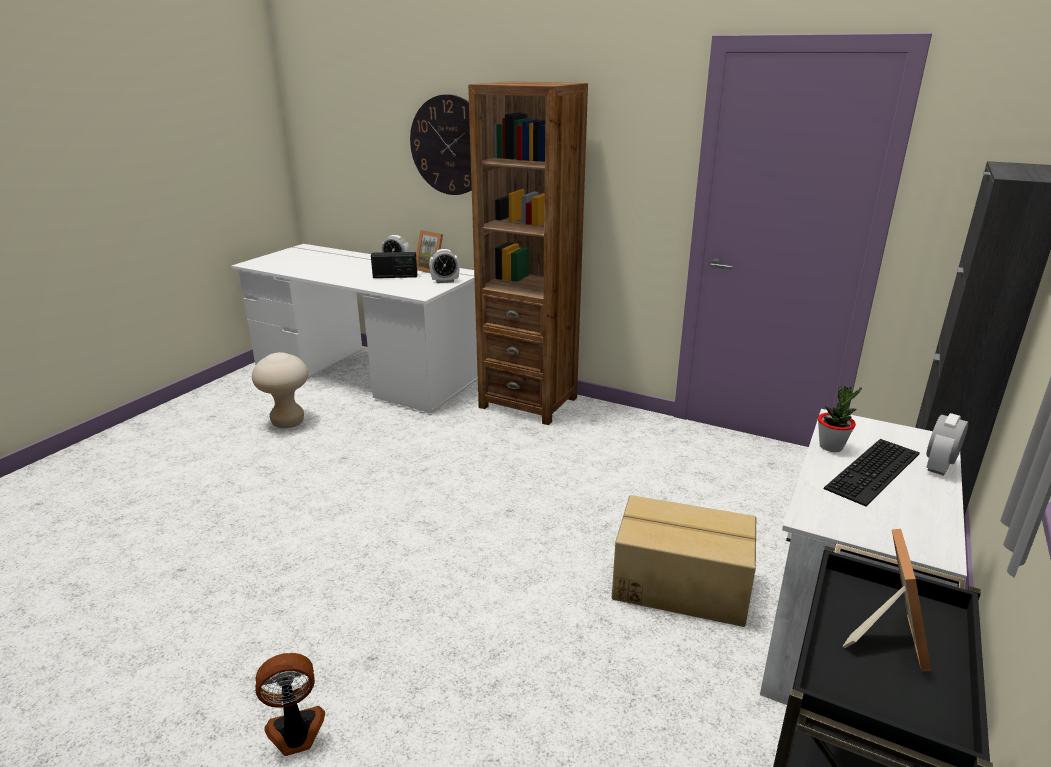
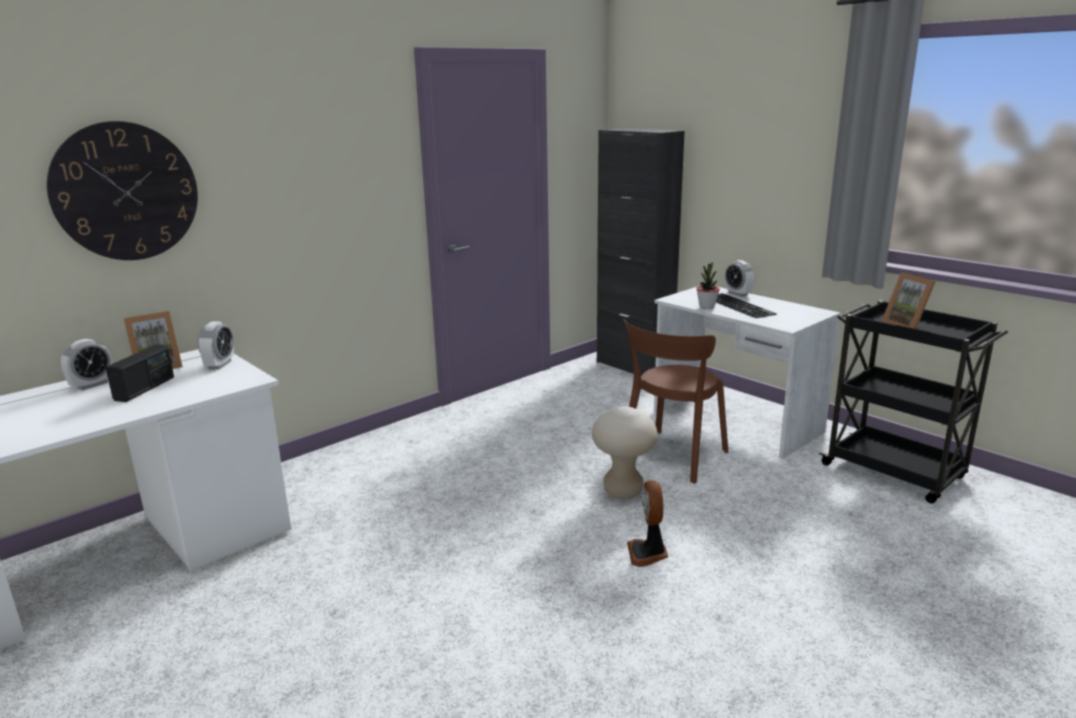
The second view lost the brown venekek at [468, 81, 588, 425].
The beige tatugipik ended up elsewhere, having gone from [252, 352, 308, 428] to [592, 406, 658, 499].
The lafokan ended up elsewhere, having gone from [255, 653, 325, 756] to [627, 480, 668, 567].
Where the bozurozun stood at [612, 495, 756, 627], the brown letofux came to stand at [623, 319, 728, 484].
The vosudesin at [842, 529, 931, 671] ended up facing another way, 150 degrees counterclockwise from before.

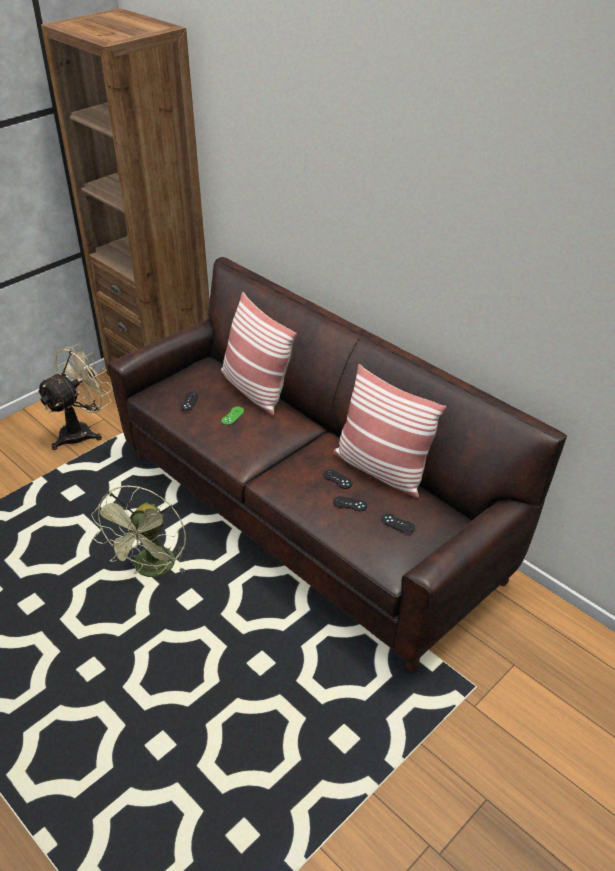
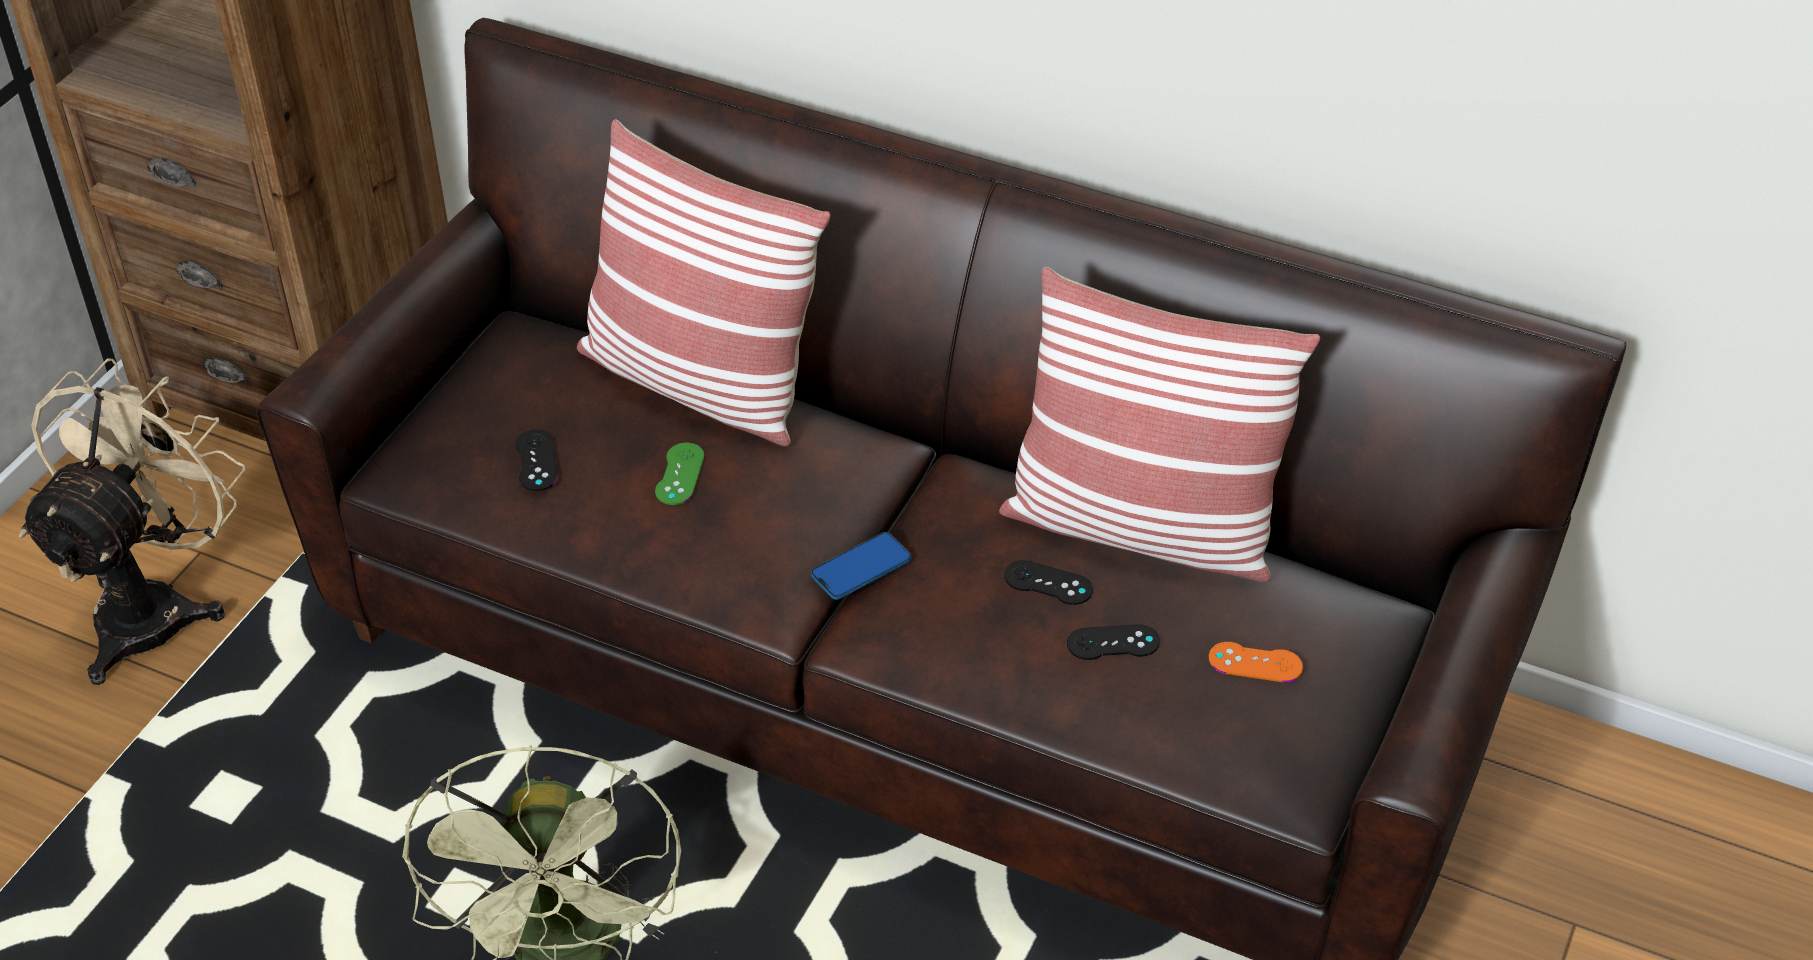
The second view gained the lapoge at [811, 532, 911, 600].
What was the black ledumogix at [381, 514, 415, 533] turned into the orange ledumogix at [1209, 642, 1303, 682].

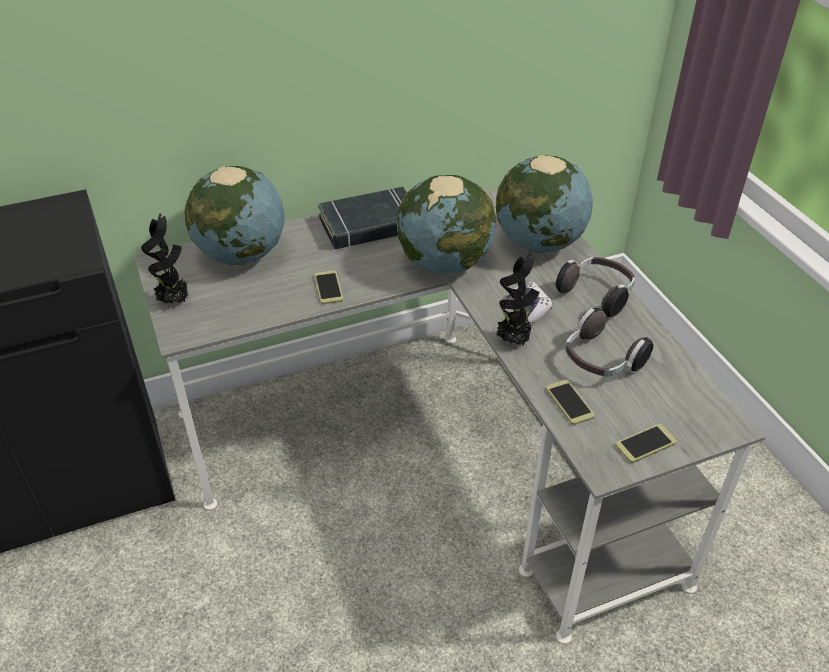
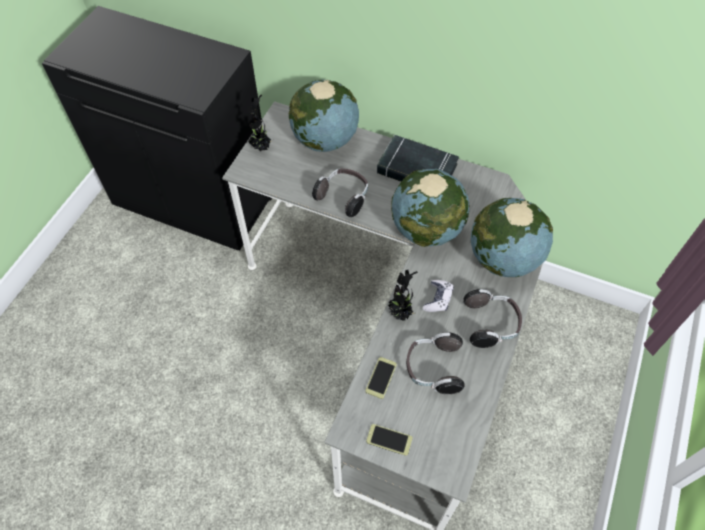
Where the lapoge stood at [314, 270, 343, 304], the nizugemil came to stand at [312, 168, 368, 217].

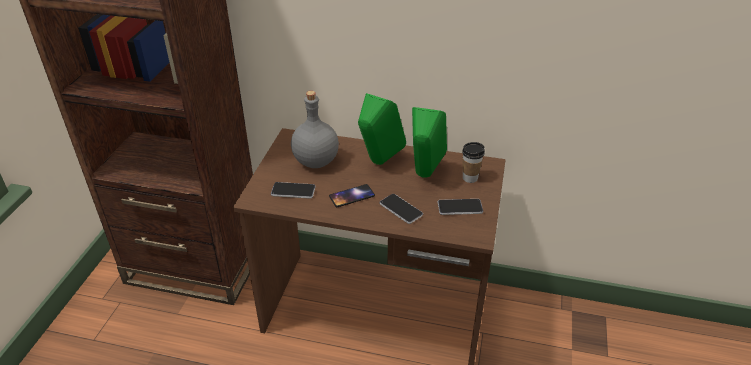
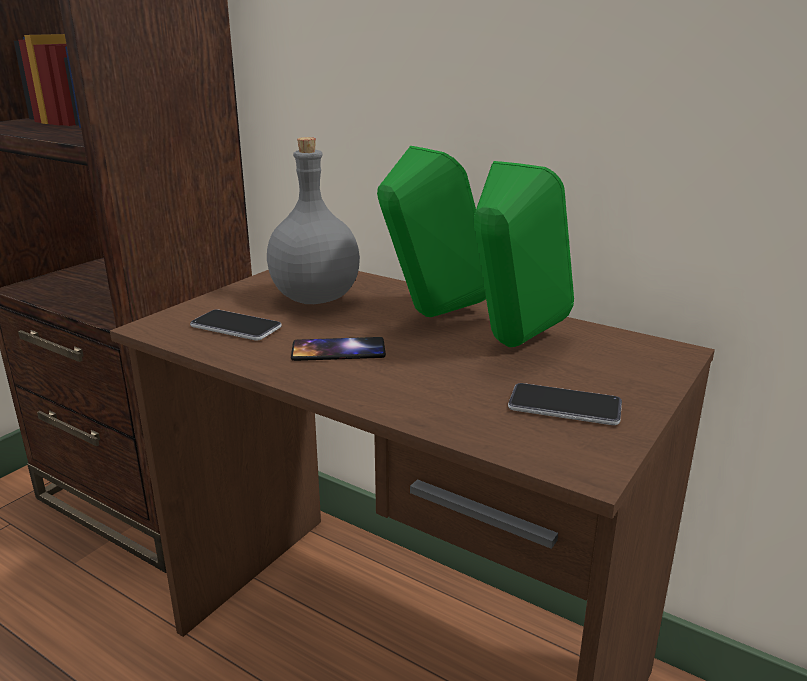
The second view lost the lapoge at [379, 194, 423, 224].
The second view lost the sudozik at [462, 142, 485, 183].

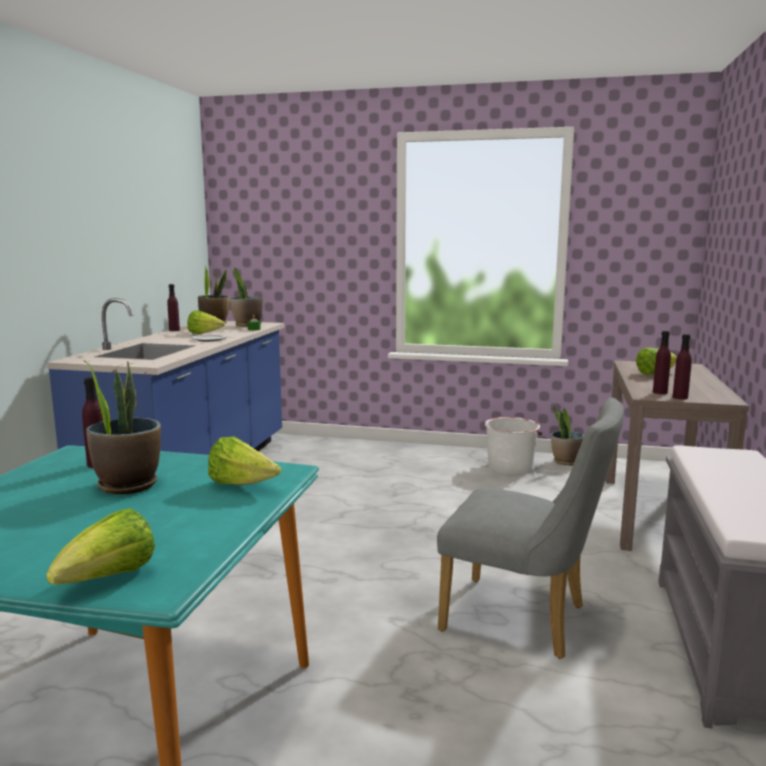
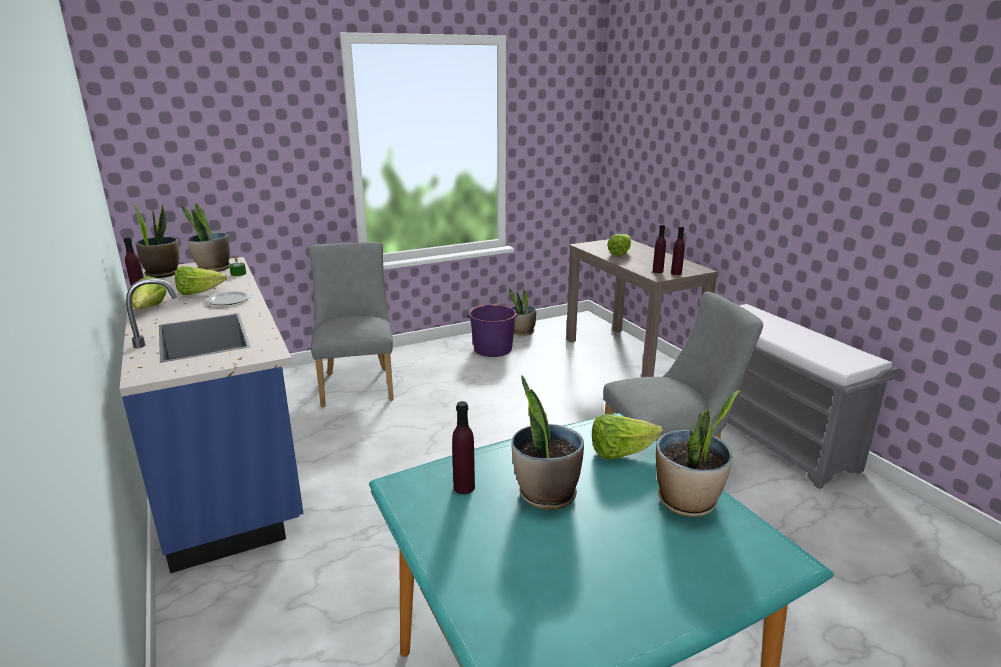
The second view gained the grey letofux at [308, 242, 394, 407].
The second view gained the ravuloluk at [656, 390, 741, 517].
The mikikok ended up elsewhere, having gone from [46, 508, 155, 585] to [132, 276, 167, 309].
What was the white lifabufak at [485, 417, 542, 475] turned into the purple lifabufak at [467, 305, 518, 357].

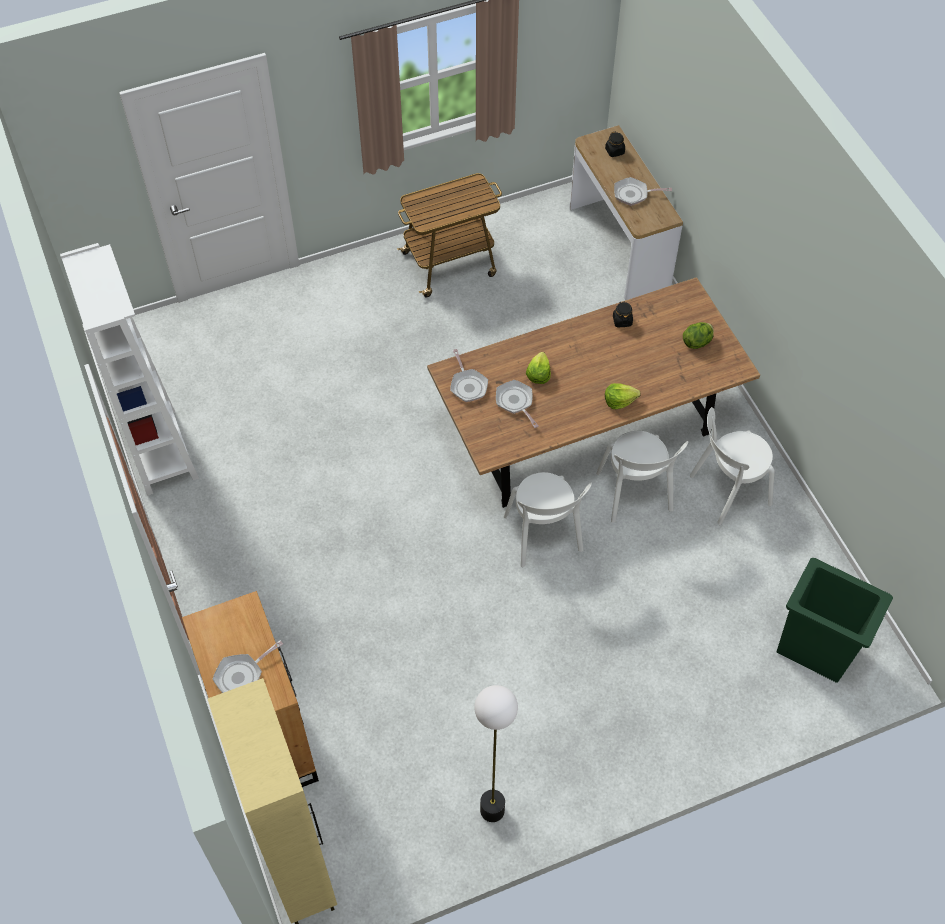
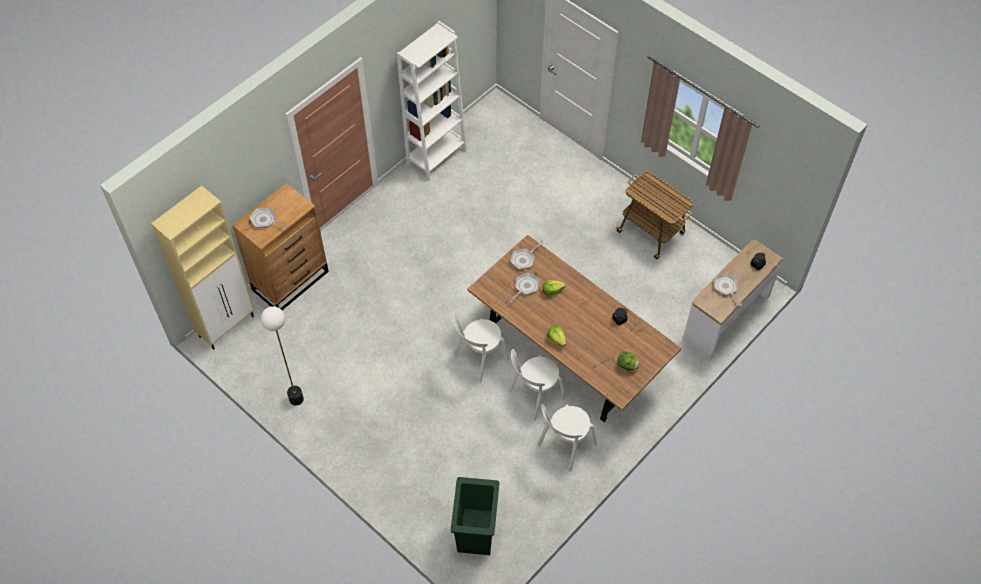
The white letofux at [690, 407, 775, 525] ended up facing another way, 90 degrees counterclockwise from before.

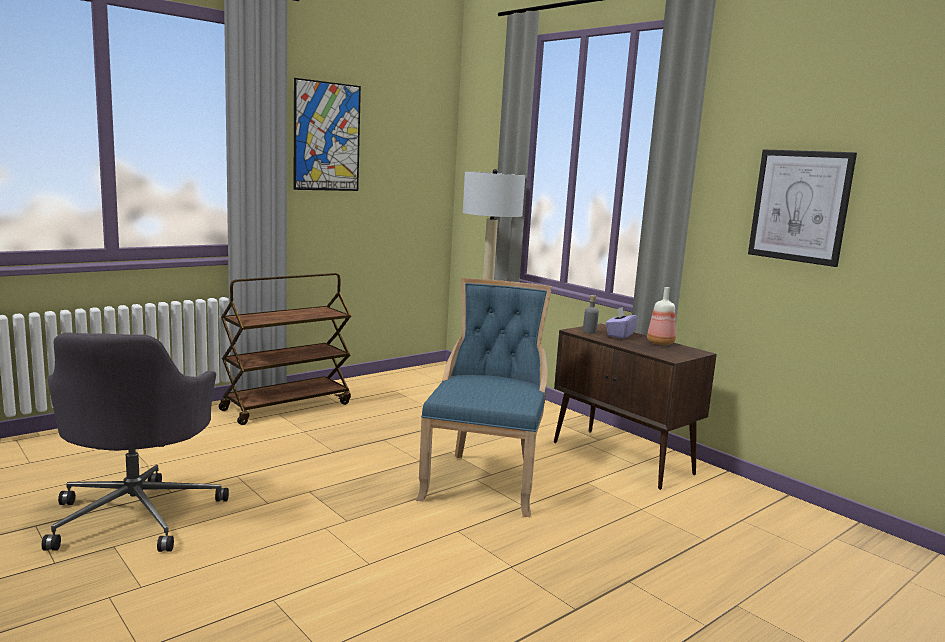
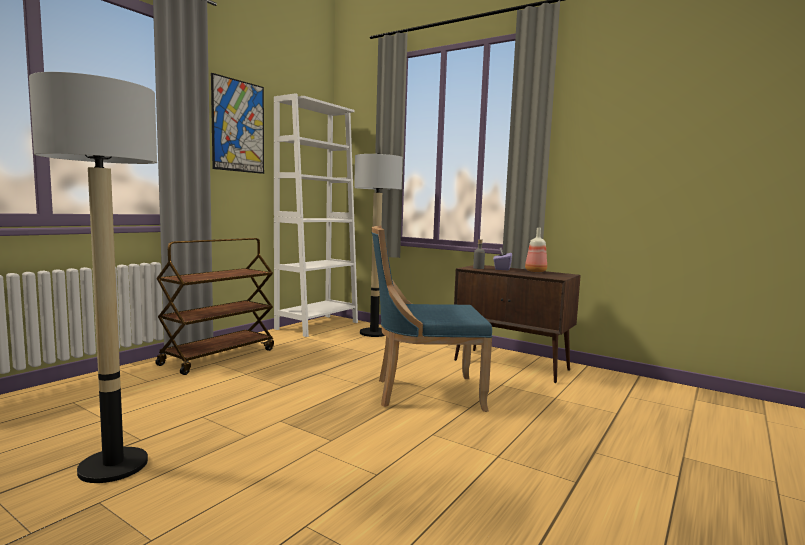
The second view lost the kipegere at [748, 149, 857, 267].
The second view gained the white venekek at [274, 93, 358, 337].
Where the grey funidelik stood at [42, 332, 229, 552], the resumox came to stand at [29, 72, 157, 483].
The blue letofux at [416, 278, 552, 517] ended up facing another way, 90 degrees counterclockwise from before.

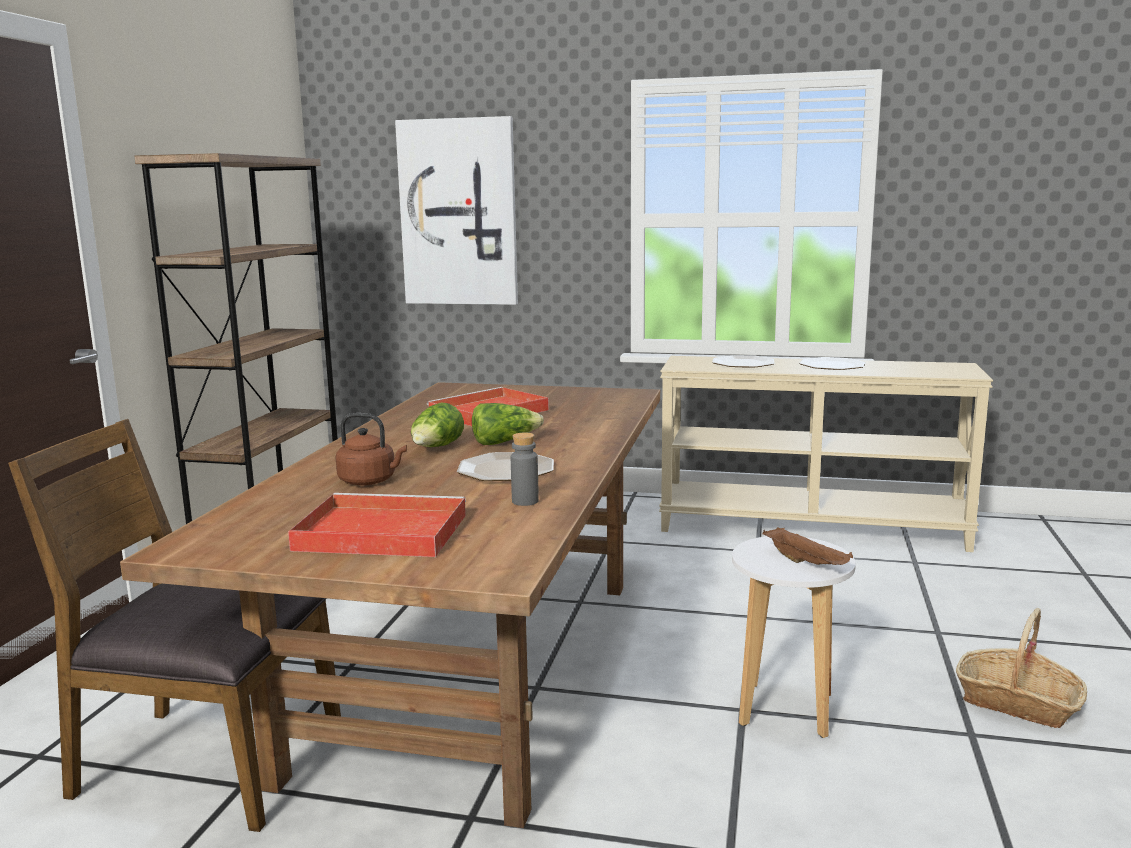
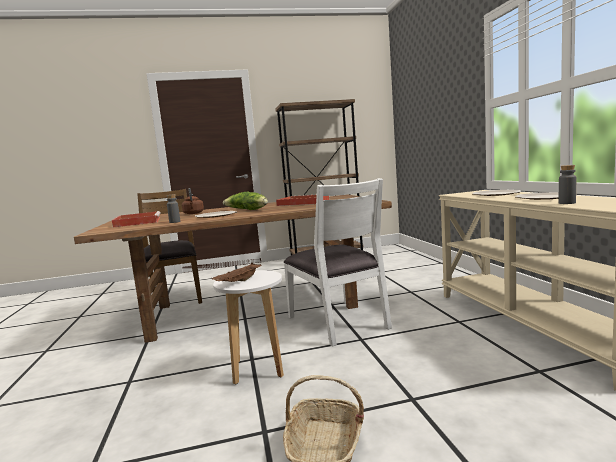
The second view lost the kipegere at [395, 116, 518, 305].
The second view gained the white letofux at [284, 178, 392, 347].
The second view gained the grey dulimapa at [559, 165, 576, 204].

